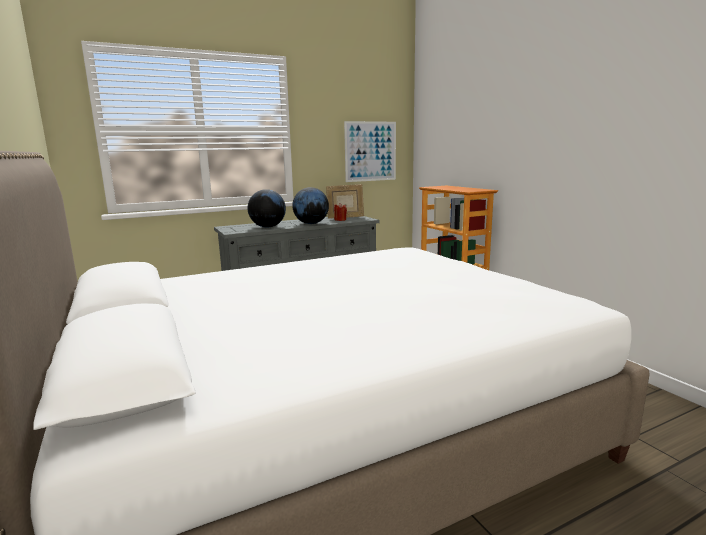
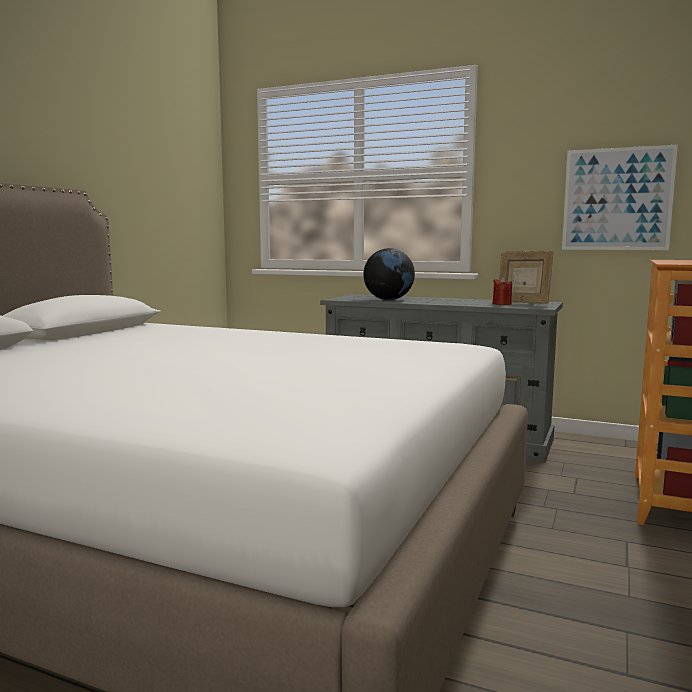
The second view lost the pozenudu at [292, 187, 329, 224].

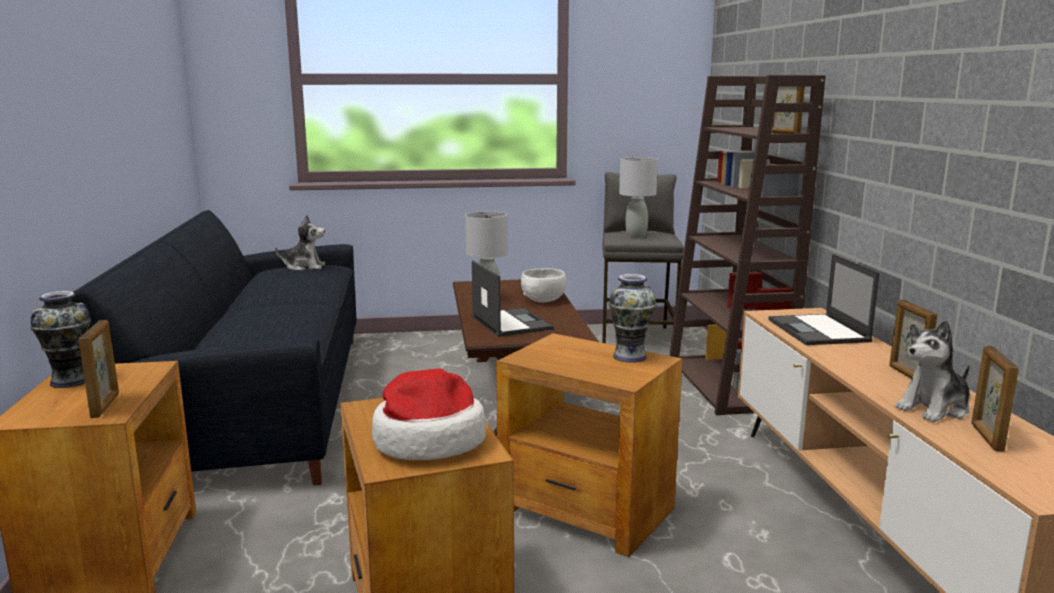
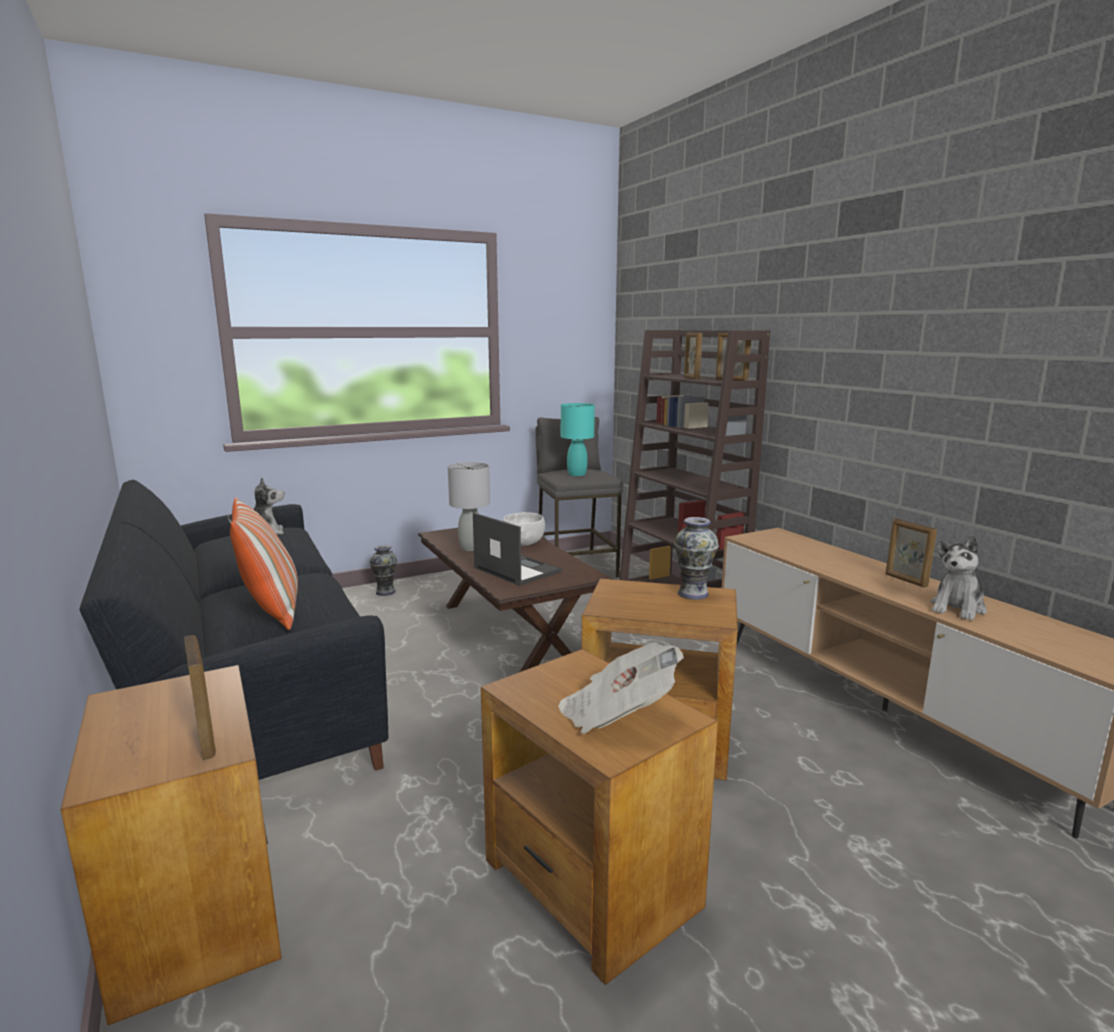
The second view lost the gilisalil at [768, 254, 880, 345].
The second view gained the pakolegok at [230, 497, 298, 630].
The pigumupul ended up elsewhere, having gone from [30, 291, 91, 388] to [369, 545, 397, 596].
The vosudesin ended up elsewhere, having gone from [971, 346, 1019, 452] to [684, 333, 702, 380].
Where the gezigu stood at [372, 369, 486, 460], the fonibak came to stand at [558, 642, 684, 734].
What was the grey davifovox at [619, 157, 658, 237] turned into the turquoise davifovox at [561, 403, 595, 476].

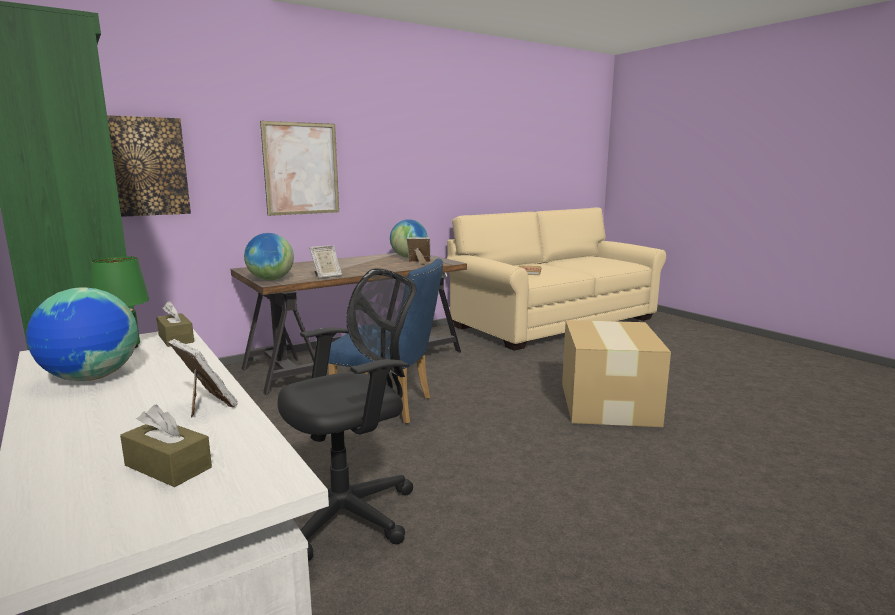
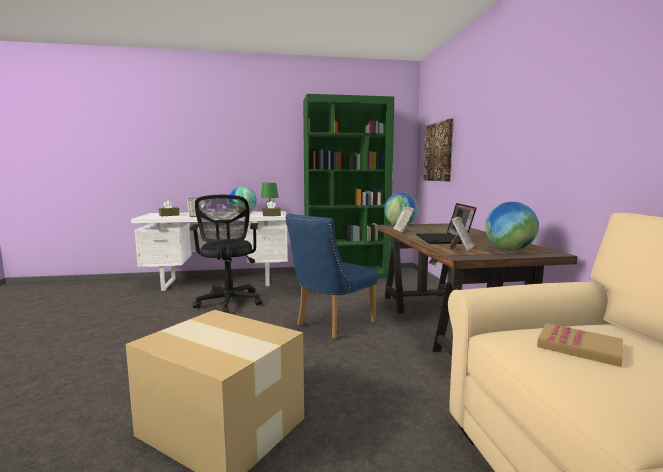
The second view lost the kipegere at [260, 121, 339, 216].
The second view gained the gilisalil at [416, 203, 476, 244].

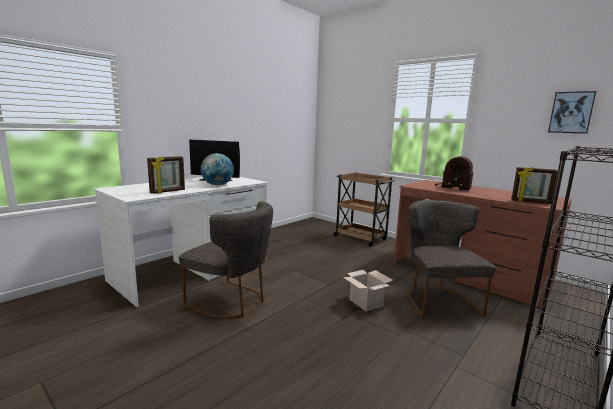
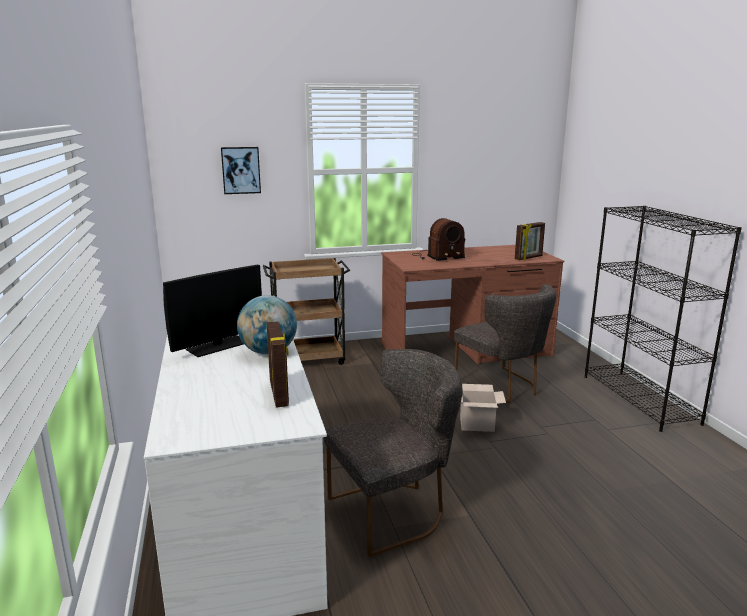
The kipegere ended up elsewhere, having gone from [548, 91, 596, 134] to [221, 147, 261, 194].
The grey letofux at [407, 200, 496, 318] ended up facing another way, 150 degrees counterclockwise from before.

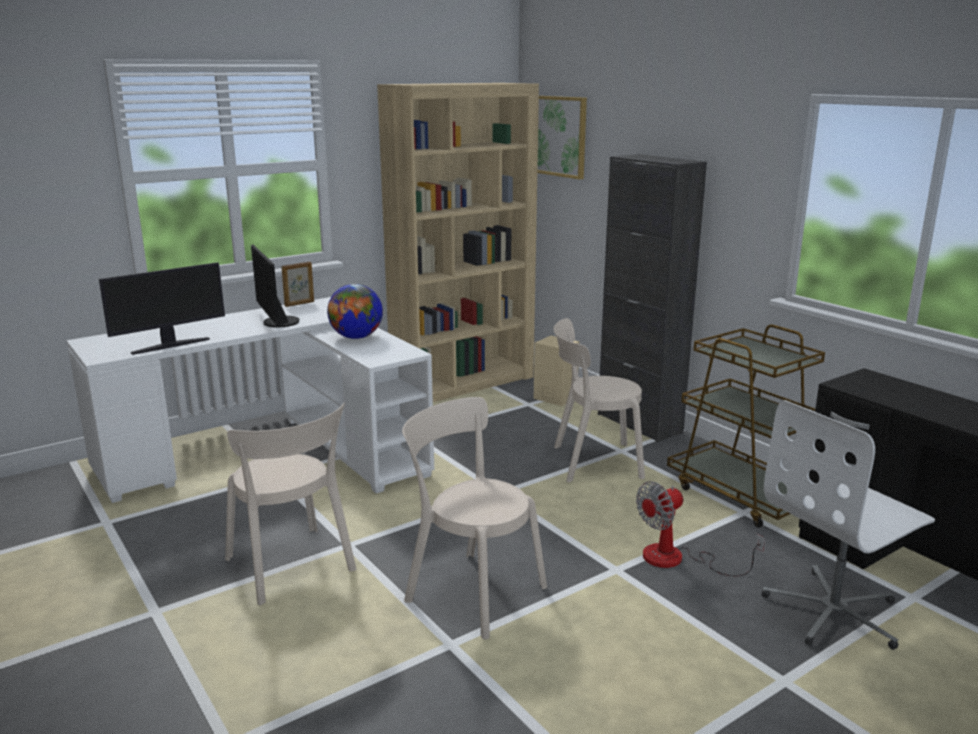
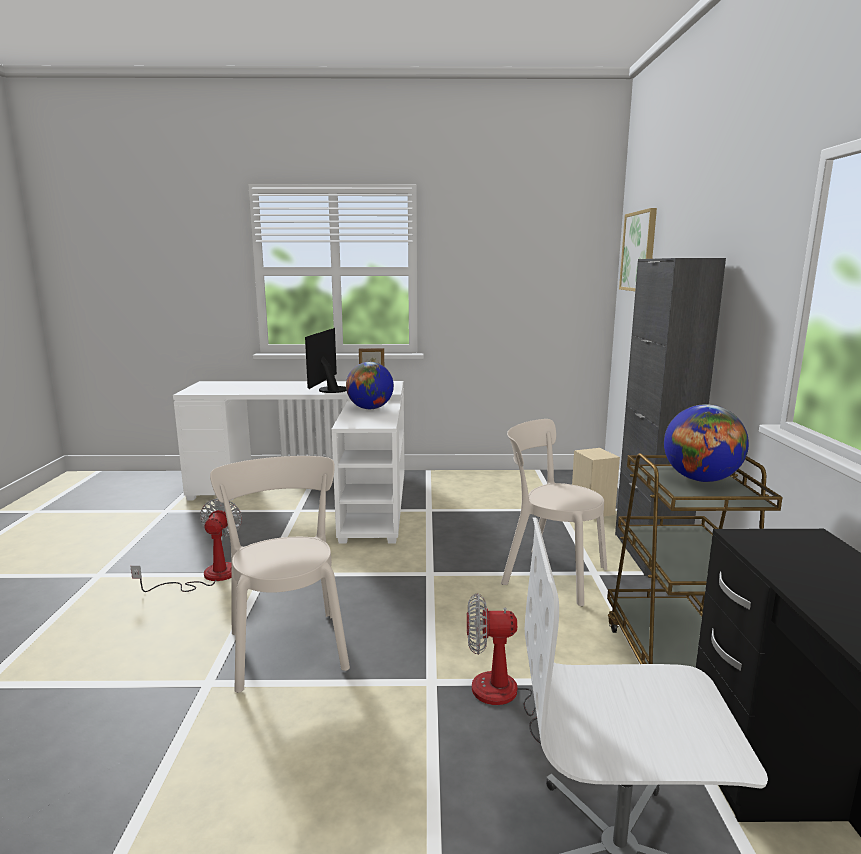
The second view lost the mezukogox at [99, 262, 225, 355].
The second view lost the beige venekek at [377, 83, 539, 402].
The second view gained the pozenudu at [664, 404, 749, 482].
Where the beige letofux stood at [225, 402, 356, 605], the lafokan came to stand at [130, 499, 242, 592].

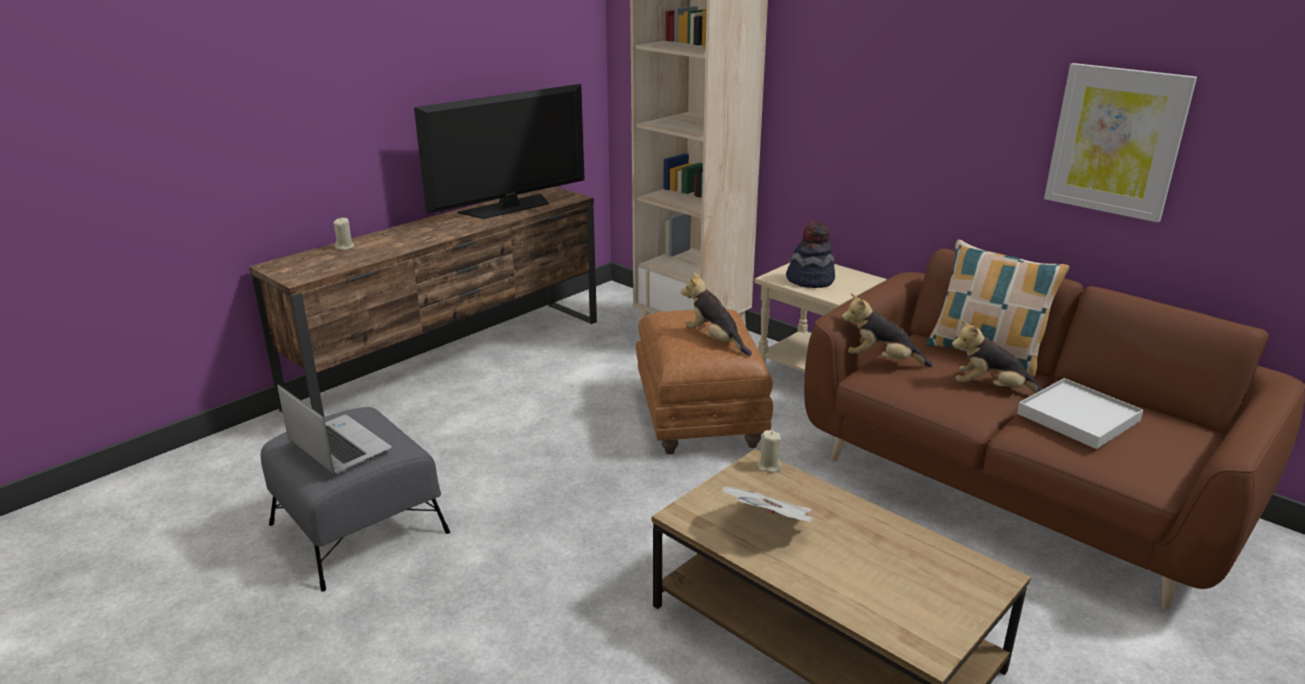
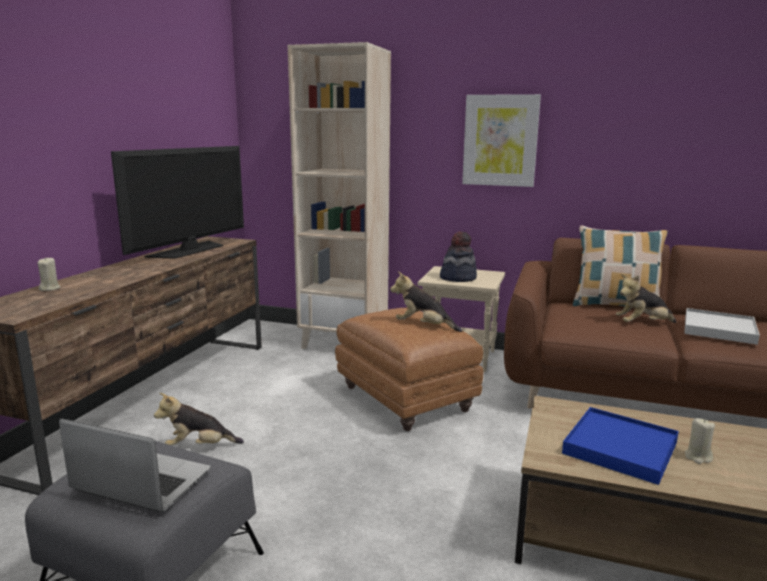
The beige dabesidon ended up elsewhere, having gone from [757, 430, 782, 473] to [685, 418, 715, 464].
The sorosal ended up elsewhere, having gone from [842, 293, 933, 367] to [154, 393, 244, 446].
The kipegere ended up elsewhere, having gone from [1044, 63, 1197, 222] to [462, 94, 541, 187].
Where the fonibak stood at [722, 486, 814, 523], the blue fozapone came to stand at [562, 407, 679, 485].

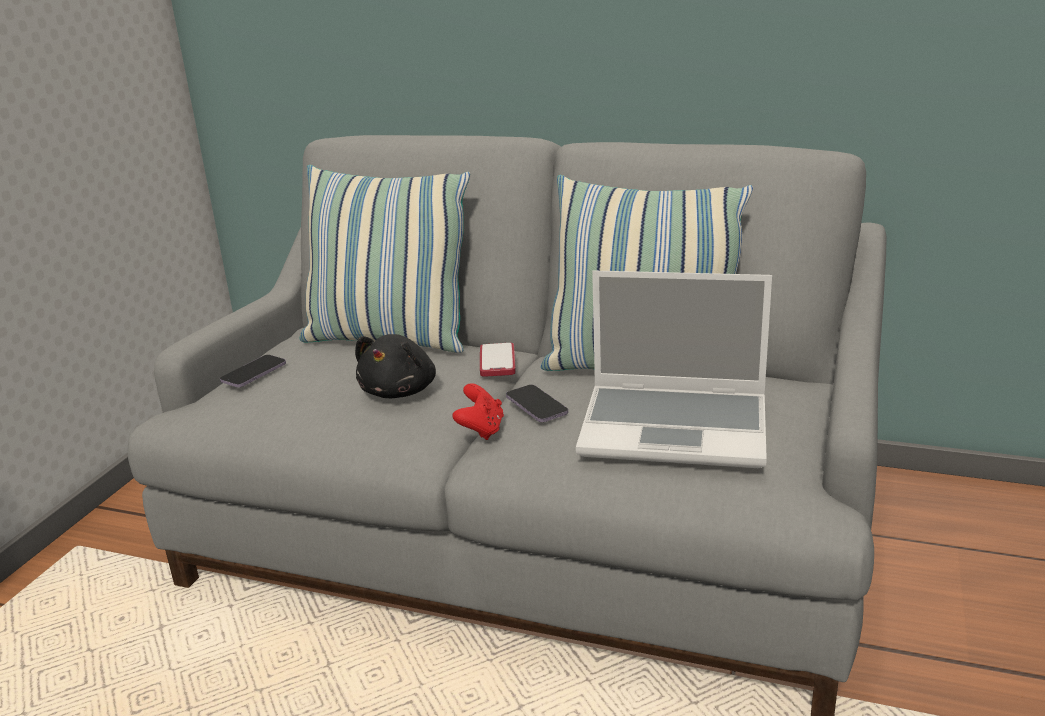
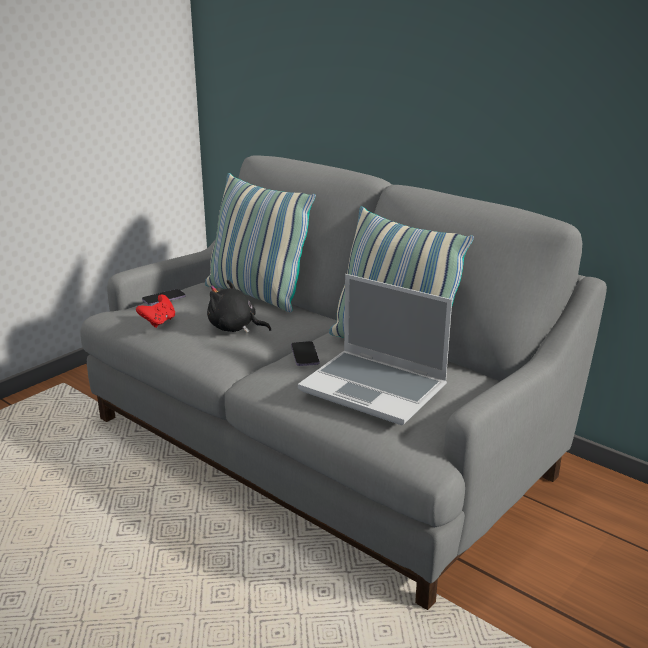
The second view lost the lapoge at [480, 343, 516, 377].
The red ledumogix ended up elsewhere, having gone from [452, 383, 504, 440] to [136, 294, 175, 328].
The black sorosal at [355, 334, 436, 398] ended up facing another way, 75 degrees clockwise from before.

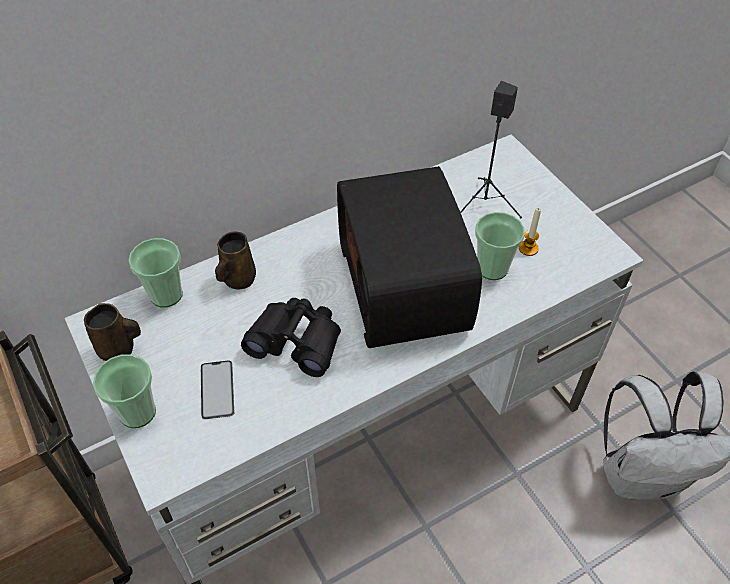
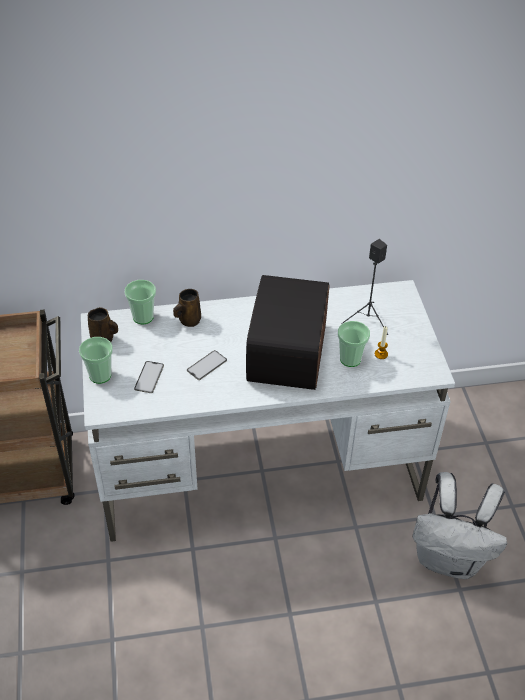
Where the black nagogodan stood at [241, 298, 341, 377], the lapoge came to stand at [187, 350, 227, 380].

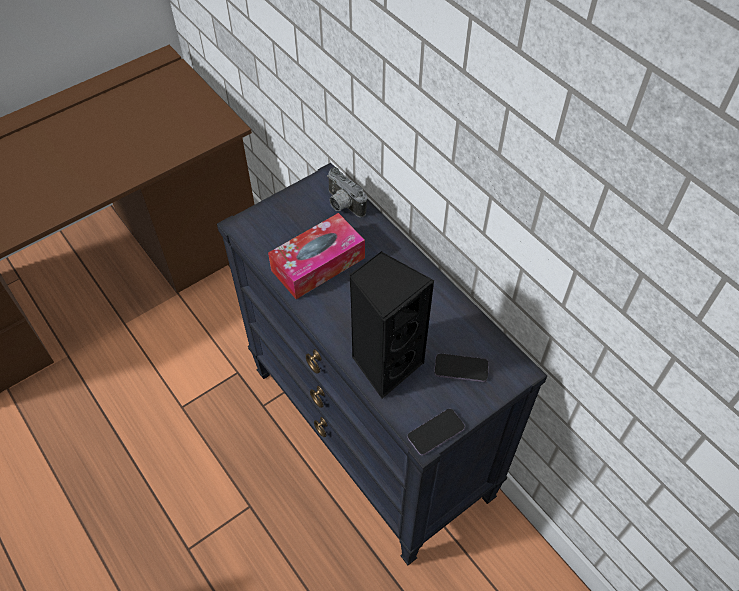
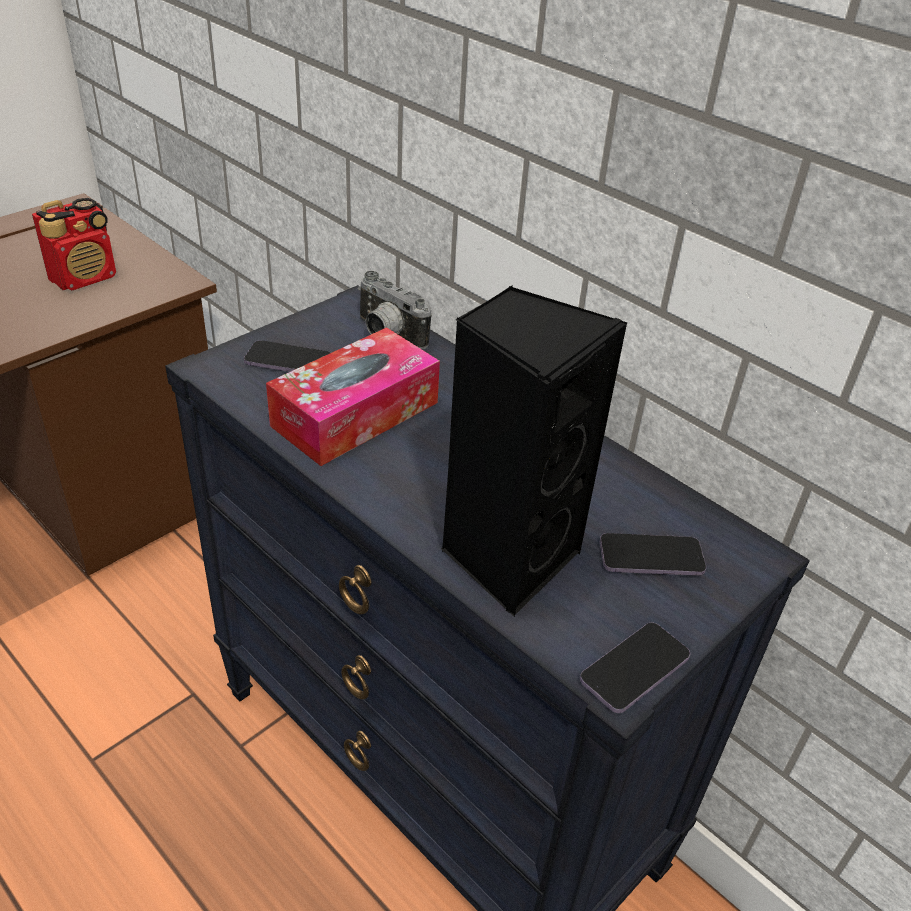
The second view gained the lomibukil at [32, 198, 116, 291].
The second view gained the lapoge at [244, 340, 331, 372].

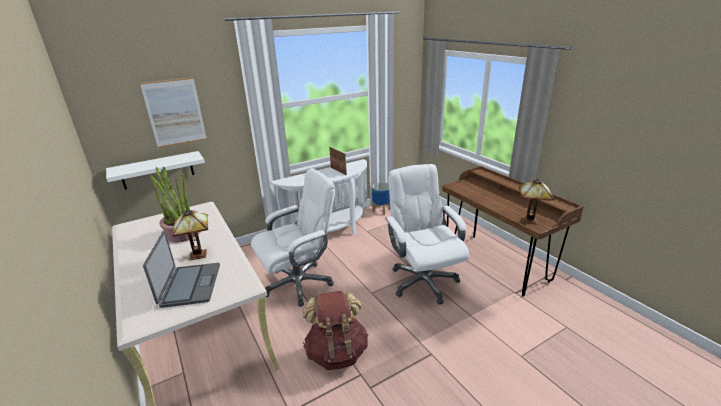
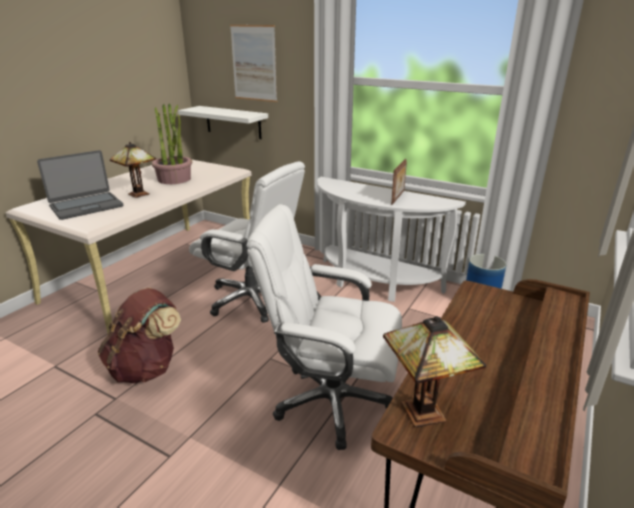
The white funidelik at [385, 164, 469, 305] ended up facing another way, 120 degrees counterclockwise from before.

